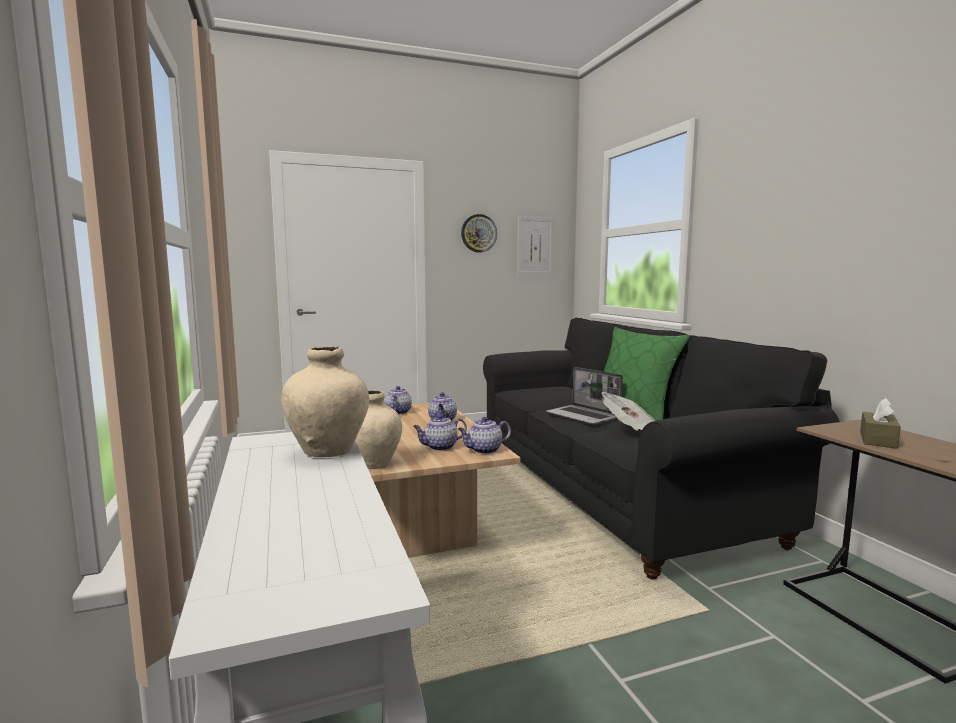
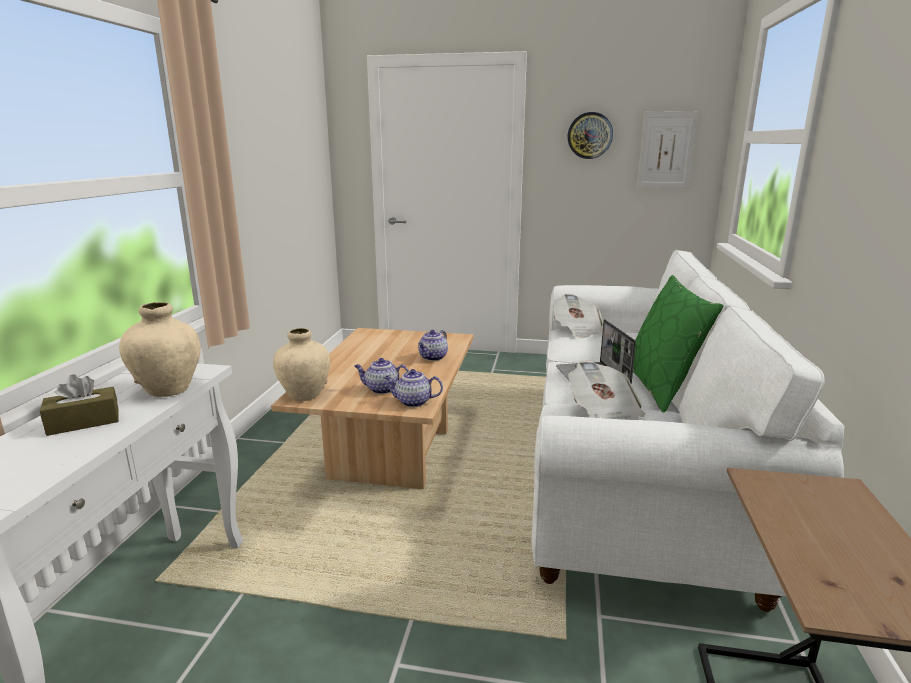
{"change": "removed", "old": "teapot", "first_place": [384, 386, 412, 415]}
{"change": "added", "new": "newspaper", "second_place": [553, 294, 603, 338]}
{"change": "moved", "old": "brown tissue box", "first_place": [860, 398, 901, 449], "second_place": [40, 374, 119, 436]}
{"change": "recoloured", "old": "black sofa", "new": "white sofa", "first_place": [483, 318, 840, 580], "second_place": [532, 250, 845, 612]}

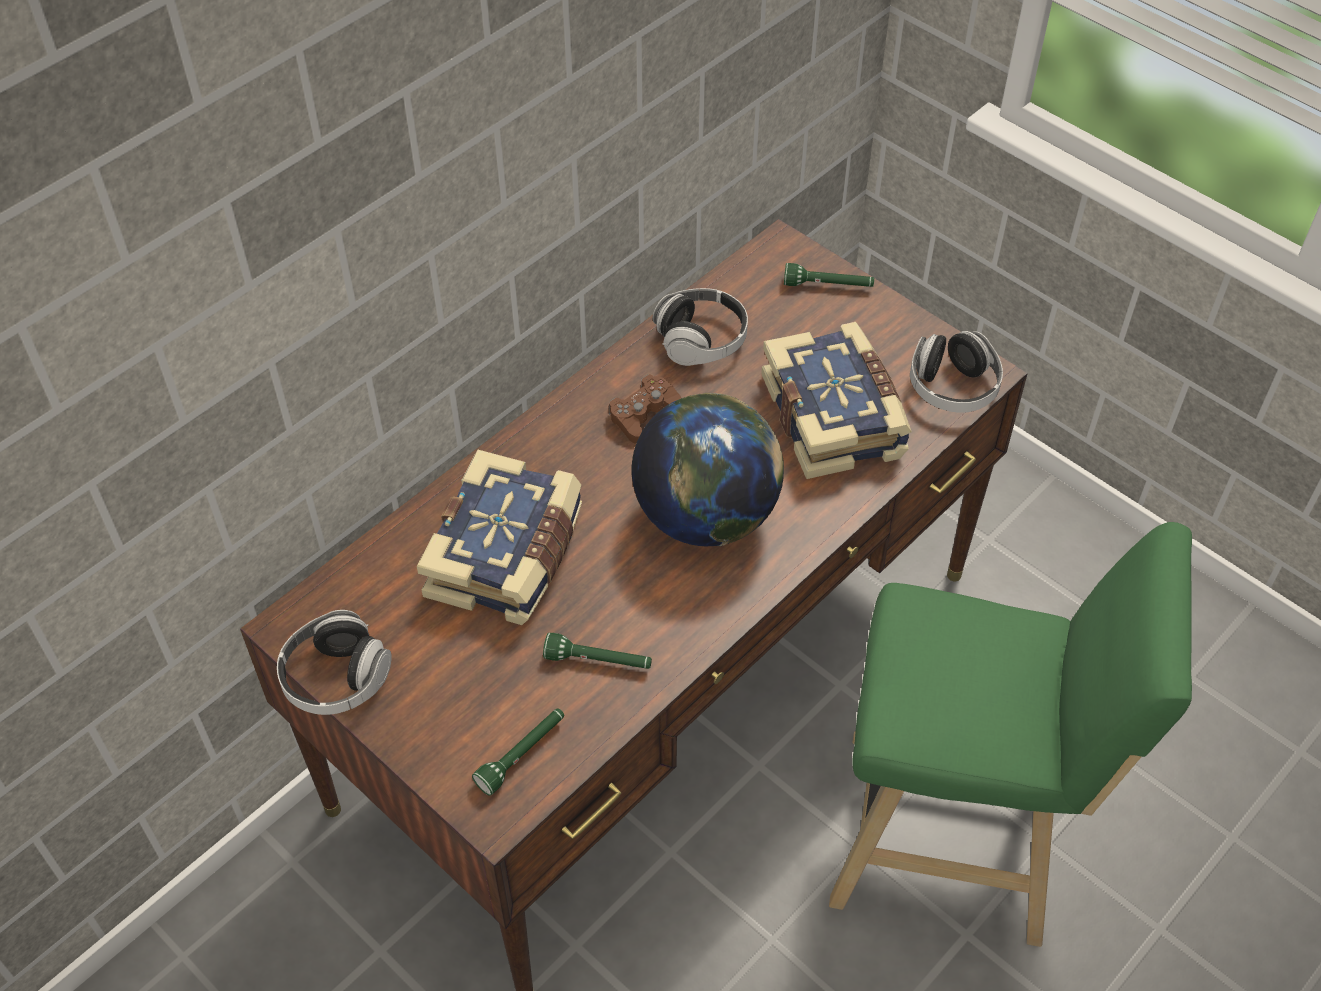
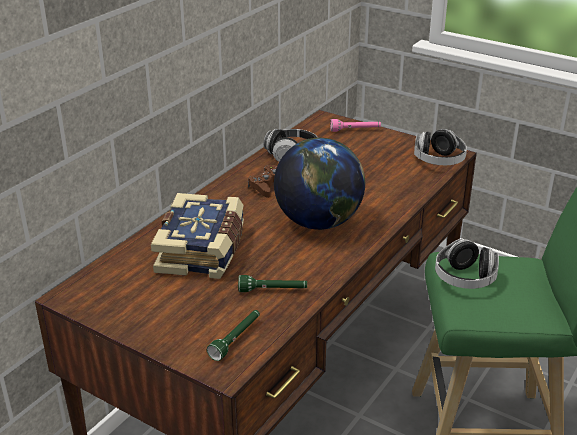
{"change": "removed", "old": "book", "first_place": [761, 322, 912, 479]}
{"change": "moved", "old": "headphones", "first_place": [277, 610, 392, 715], "second_place": [435, 239, 499, 289]}
{"change": "recoloured", "old": "green flashlight", "new": "pink flashlight", "first_place": [784, 263, 874, 287], "second_place": [330, 119, 381, 132]}

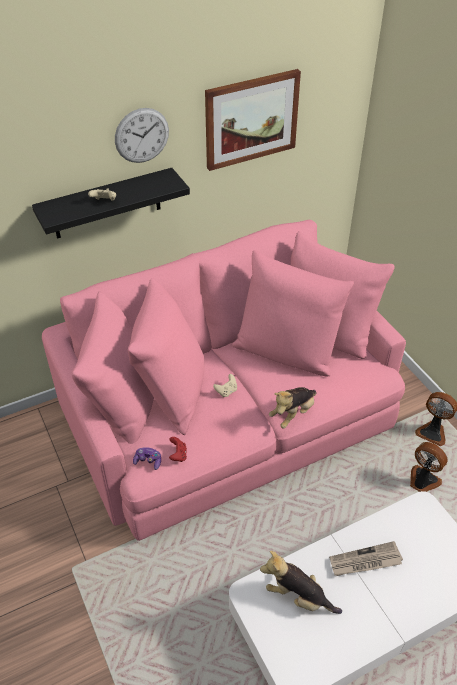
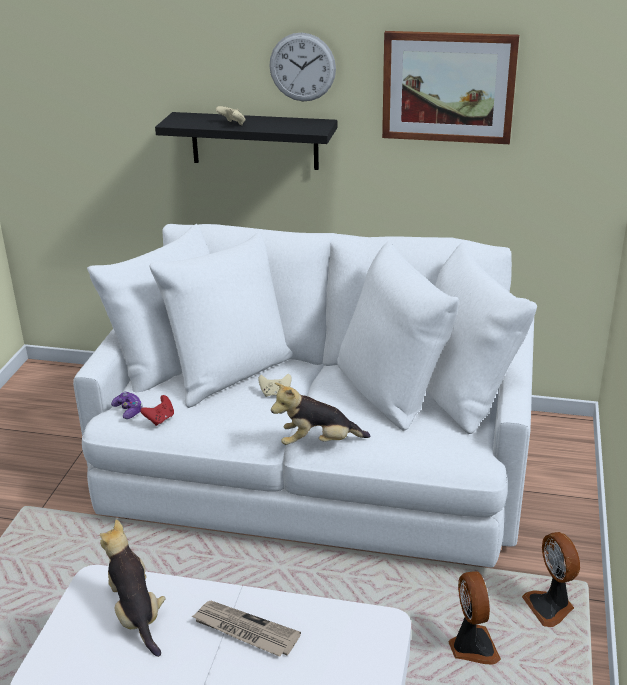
{"change": "recoloured", "old": "pink sofa", "new": "white sofa", "first_place": [42, 220, 406, 541], "second_place": [73, 223, 537, 568]}

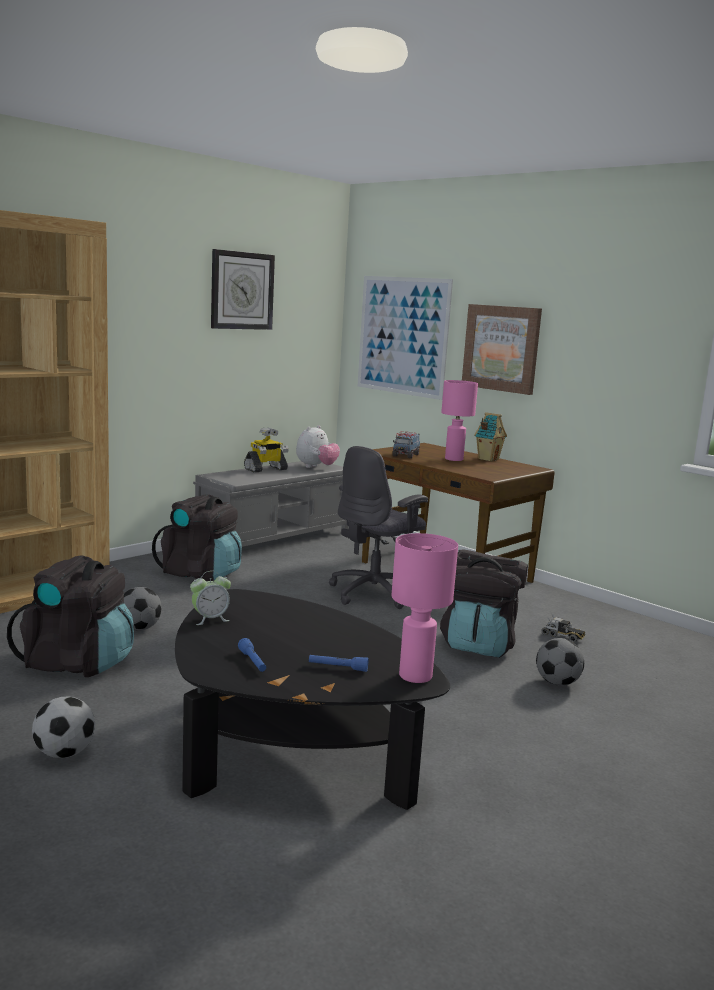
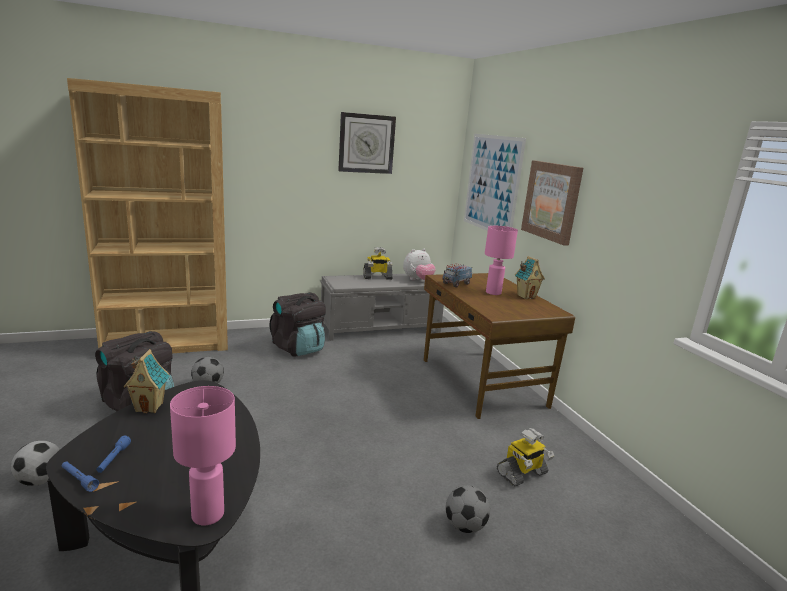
{"change": "removed", "old": "grey office chair", "first_place": [329, 446, 428, 609]}
{"change": "removed", "old": "black backpack", "first_place": [440, 549, 528, 658]}
{"change": "moved", "old": "blue flashlight", "first_place": [309, 655, 369, 672], "second_place": [62, 461, 99, 492]}
{"change": "replaced", "old": "alarm clock", "new": "toy house", "first_place": [190, 571, 231, 625], "second_place": [124, 349, 170, 413]}
{"change": "replaced", "old": "toy truck", "new": "toy robot", "first_place": [541, 614, 585, 642], "second_place": [497, 428, 554, 486]}

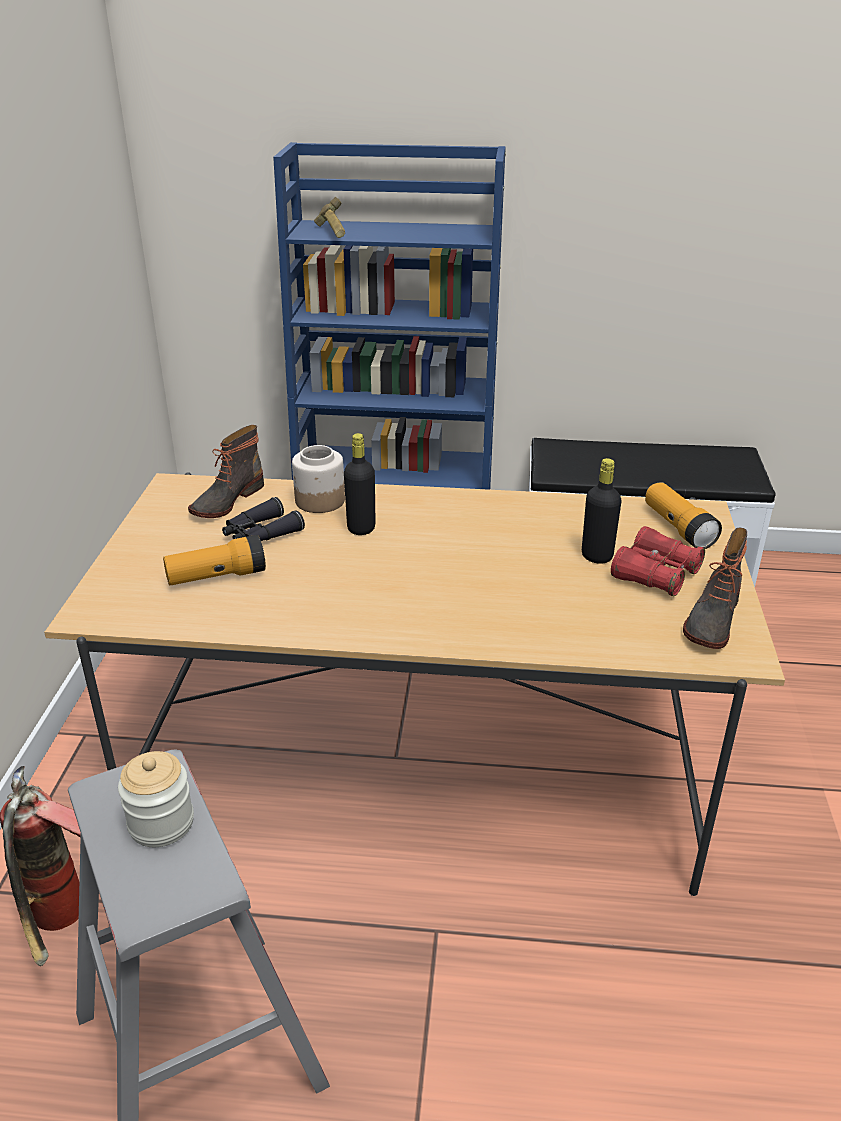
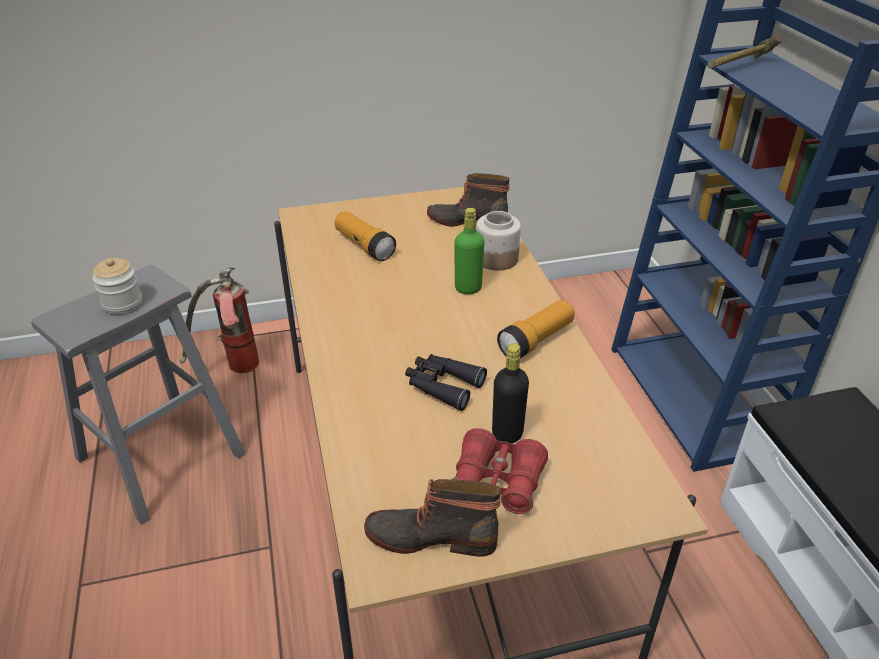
{"change": "moved", "old": "black binoculars", "first_place": [222, 497, 305, 541], "second_place": [405, 354, 487, 411]}
{"change": "moved", "old": "flashlight", "first_place": [645, 482, 722, 549], "second_place": [497, 300, 574, 358]}
{"change": "recoloured", "old": "black bottle", "new": "green bottle", "first_place": [344, 433, 375, 535], "second_place": [455, 208, 485, 294]}

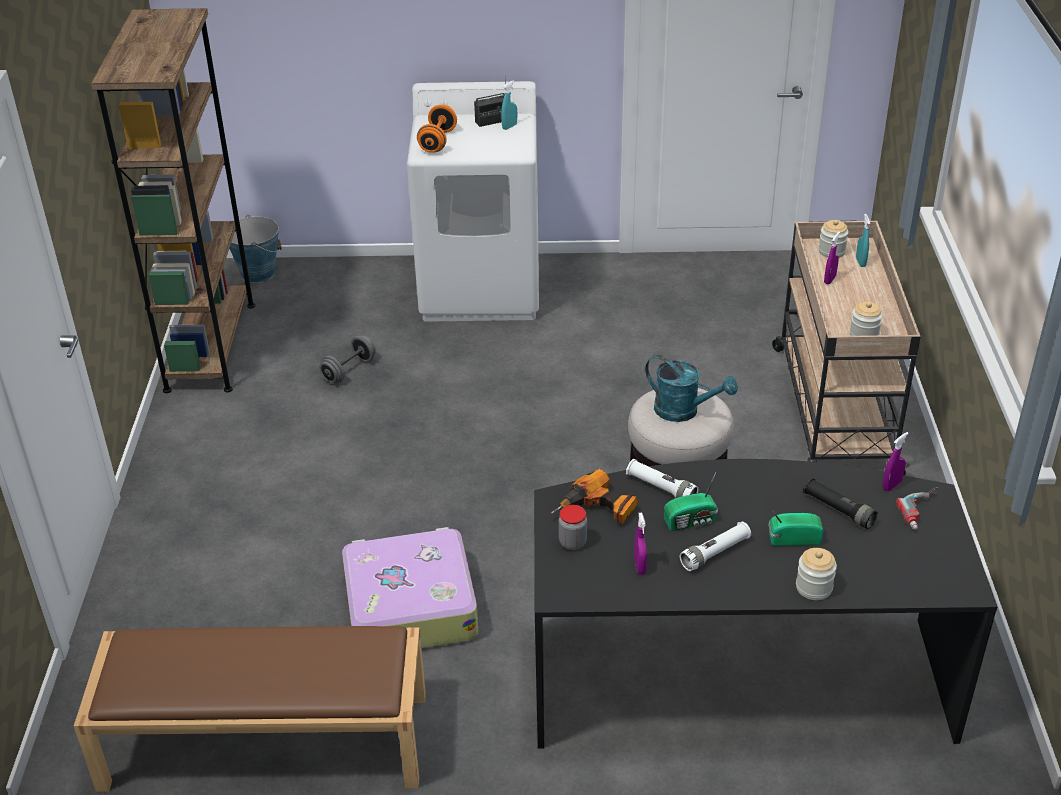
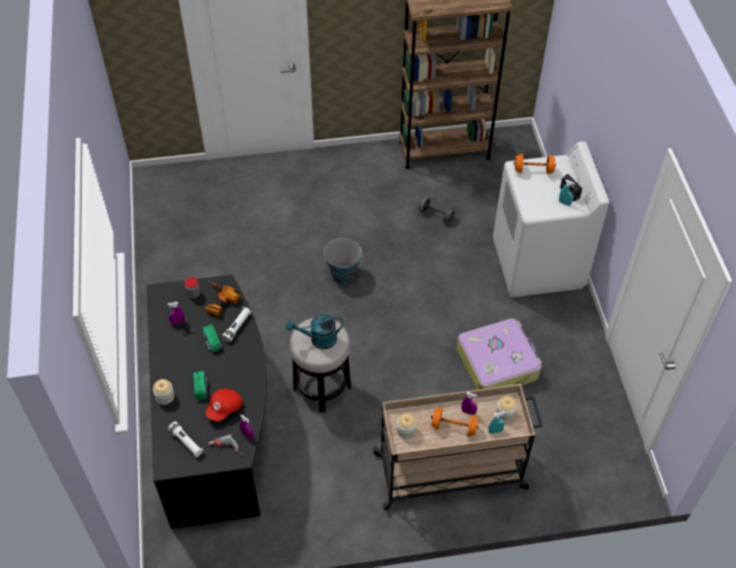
{"change": "removed", "old": "brown bench", "first_place": [74, 626, 426, 792]}
{"change": "added", "new": "orange dumbbell", "second_place": [431, 407, 479, 437]}
{"change": "moved", "old": "bucket", "first_place": [229, 215, 282, 283], "second_place": [324, 238, 363, 283]}
{"change": "moved", "old": "suitcase", "first_place": [342, 527, 478, 648], "second_place": [457, 318, 542, 390]}
{"change": "moved", "old": "white flashlight", "first_place": [680, 522, 751, 571], "second_place": [168, 422, 203, 457]}
{"change": "replaced", "old": "black flashlight", "new": "red cap", "first_place": [803, 478, 878, 529], "second_place": [206, 389, 243, 421]}
{"change": "turned", "old": "turquoise watering can", "first_place": [645, 355, 738, 422], "second_place": [286, 314, 343, 349], "degrees": 60}

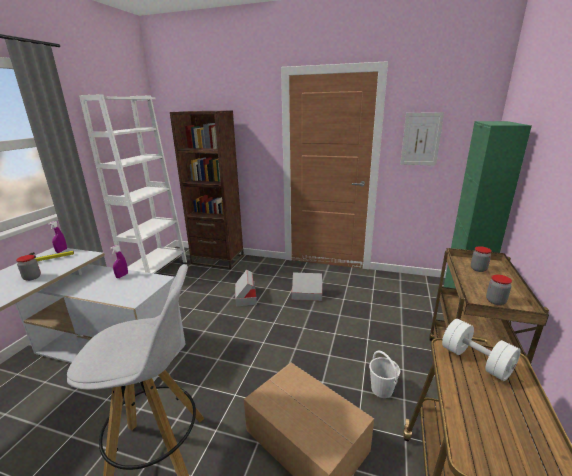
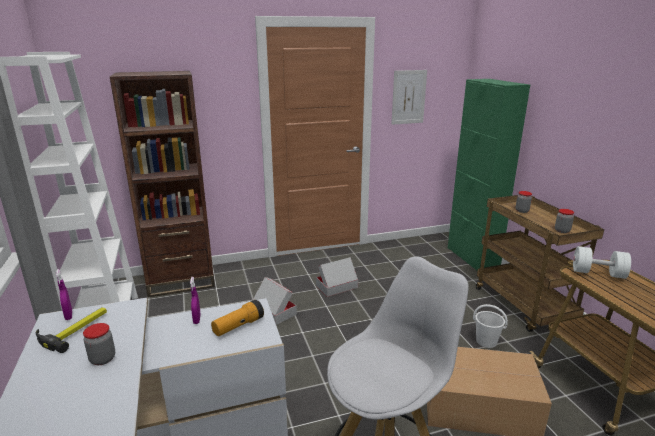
{"change": "added", "new": "flashlight", "second_place": [211, 300, 264, 336]}

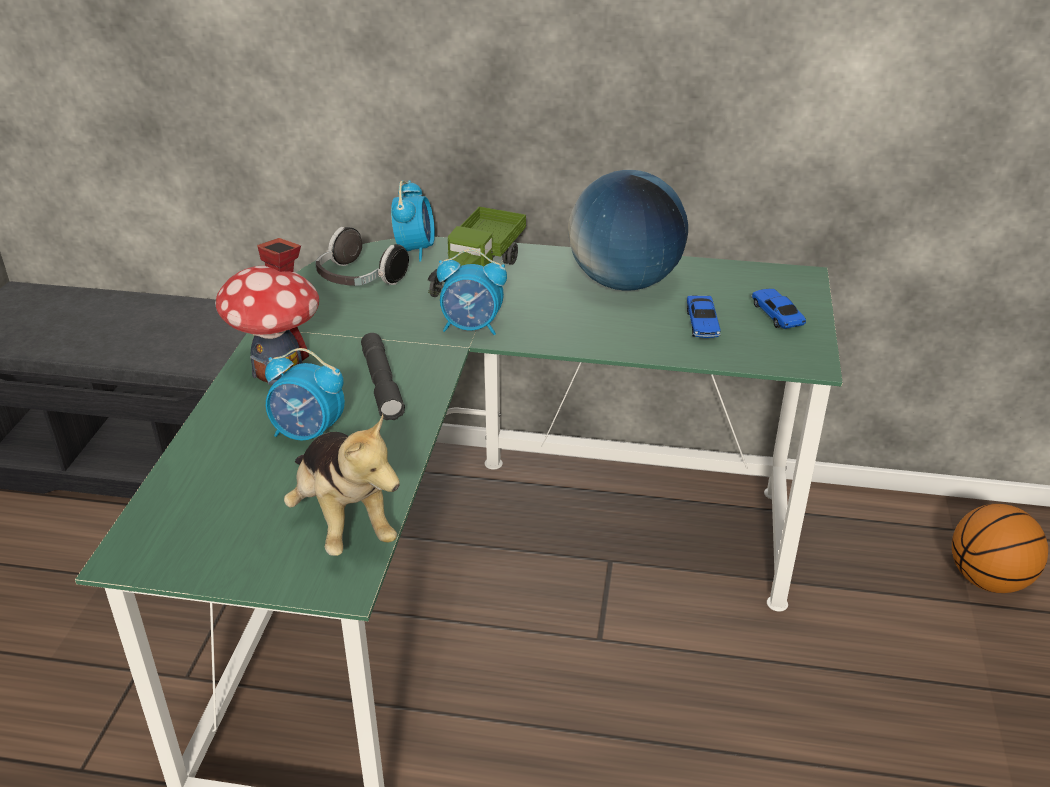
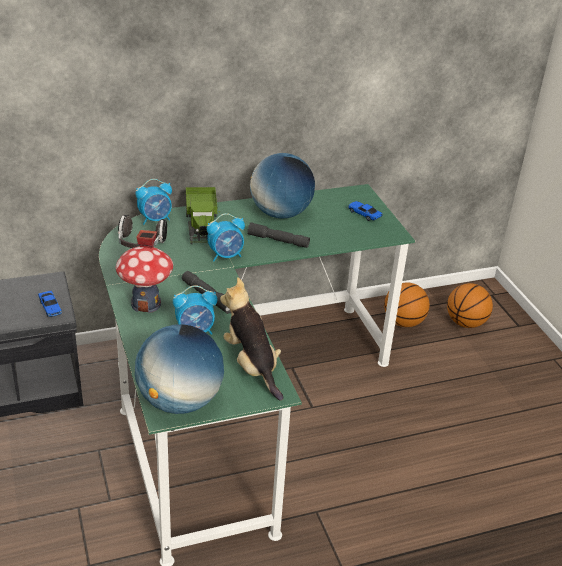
{"change": "added", "new": "globe", "second_place": [135, 324, 224, 414]}
{"change": "added", "new": "grey flashlight", "second_place": [247, 222, 310, 248]}
{"change": "added", "new": "basketball", "second_place": [384, 282, 430, 327]}
{"change": "moved", "old": "toy car", "first_place": [687, 296, 721, 338], "second_place": [38, 291, 62, 317]}
{"change": "turned", "old": "plush toy", "first_place": [284, 414, 400, 556], "second_place": [220, 277, 284, 401], "degrees": -150}
{"change": "turned", "old": "alarm clock", "first_place": [391, 180, 435, 262], "second_place": [135, 179, 172, 225], "degrees": 90}

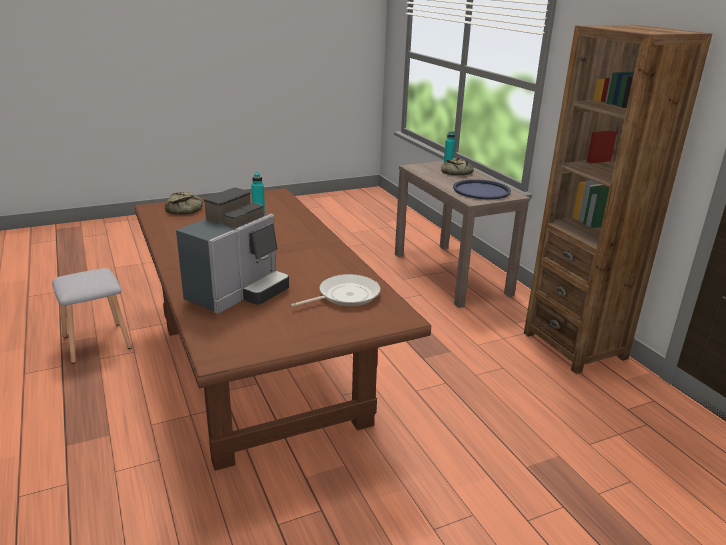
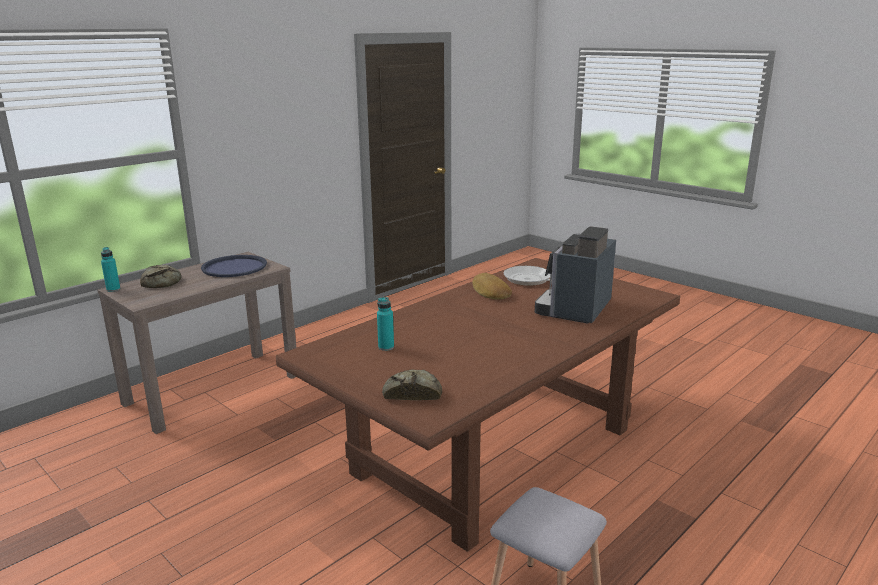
{"change": "removed", "old": "brown bookcase", "first_place": [524, 25, 712, 374]}
{"change": "added", "new": "bread", "second_place": [472, 273, 512, 299]}
{"change": "turned", "old": "coffee machine", "first_place": [176, 187, 289, 314], "second_place": [535, 226, 616, 324], "degrees": -75}

